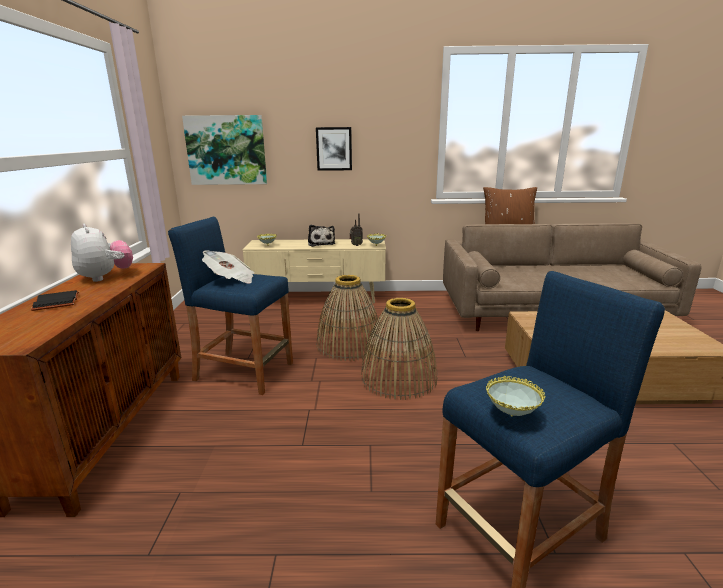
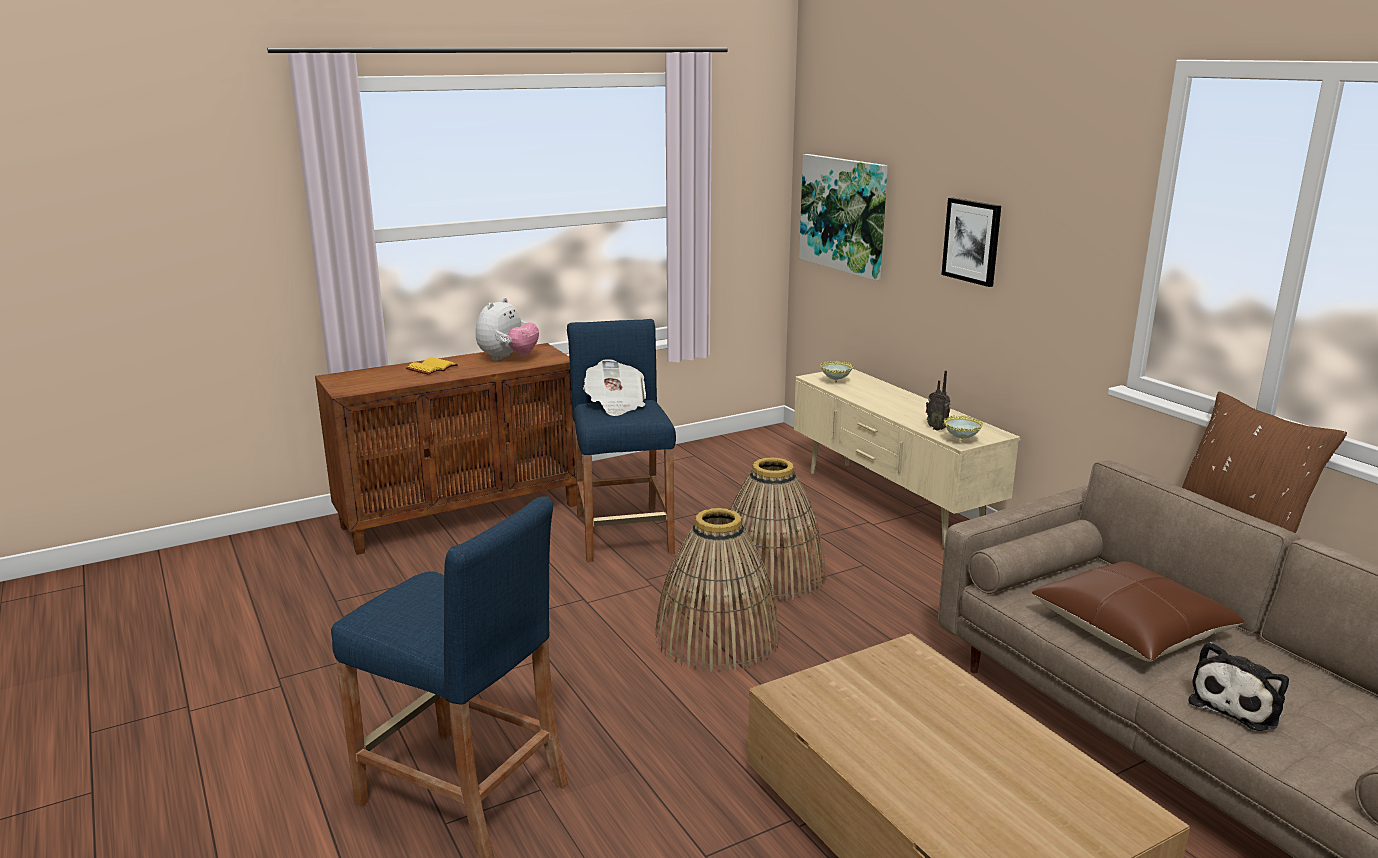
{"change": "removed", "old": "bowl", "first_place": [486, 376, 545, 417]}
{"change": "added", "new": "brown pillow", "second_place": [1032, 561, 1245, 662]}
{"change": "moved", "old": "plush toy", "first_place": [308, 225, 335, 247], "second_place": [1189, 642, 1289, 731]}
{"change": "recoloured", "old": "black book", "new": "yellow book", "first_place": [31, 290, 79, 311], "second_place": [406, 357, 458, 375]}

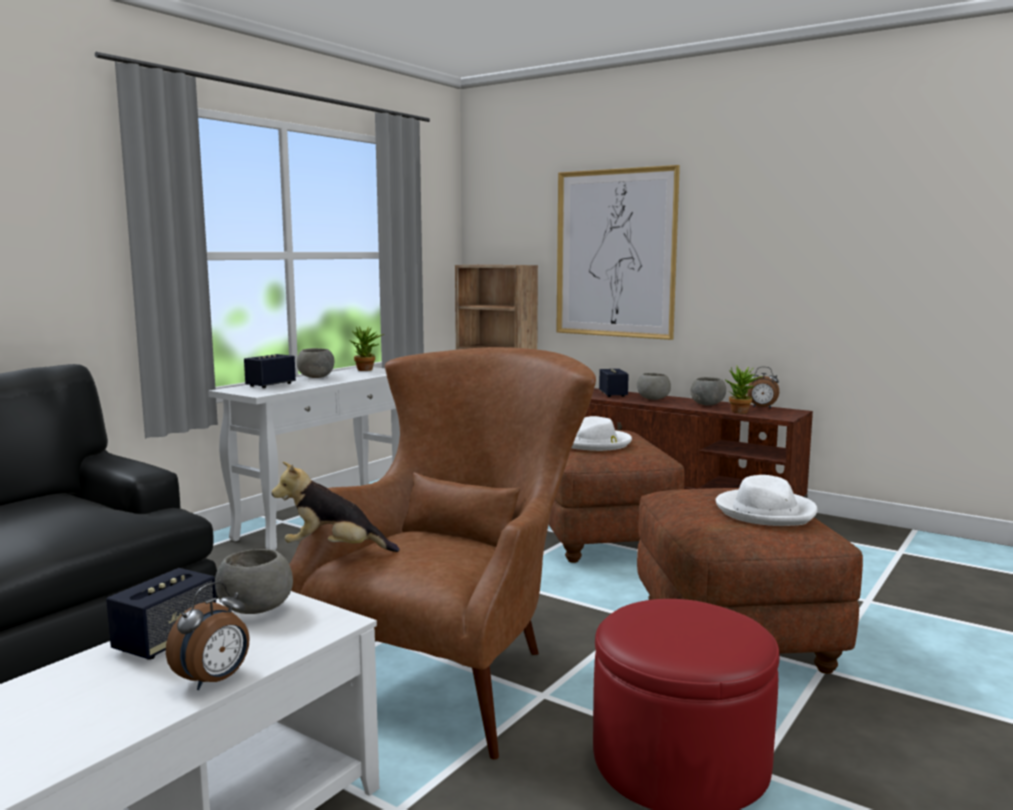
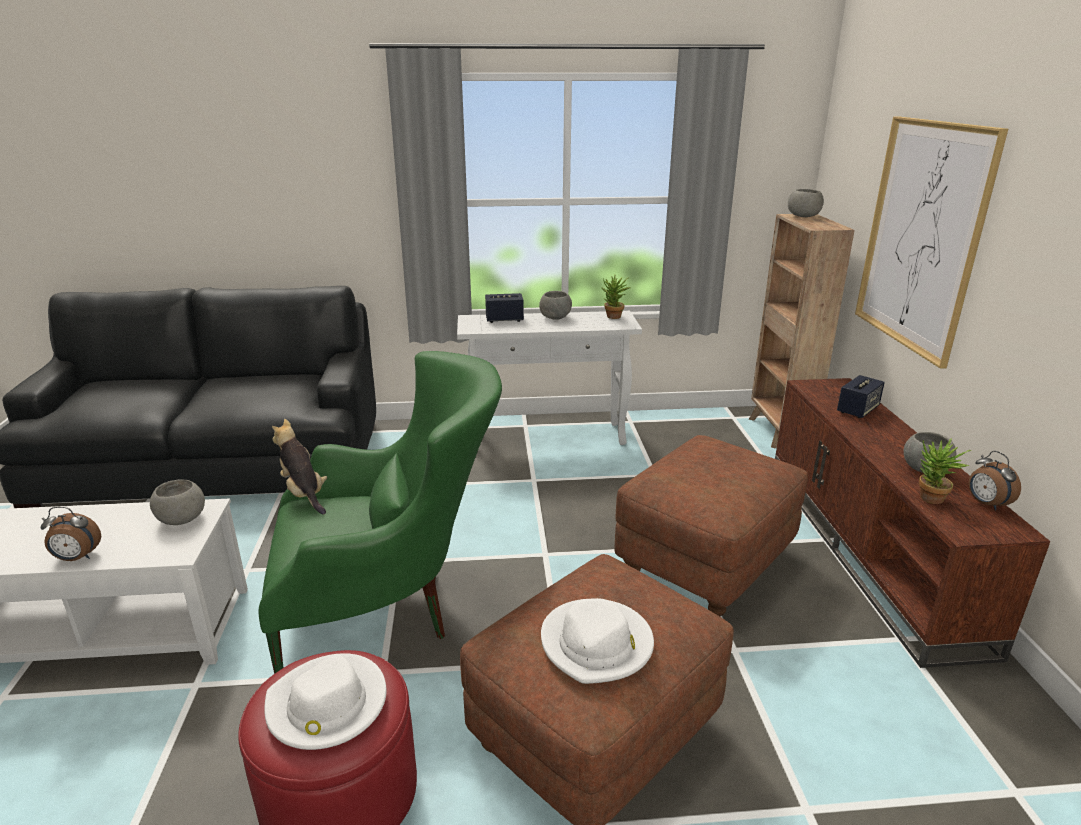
{"change": "removed", "old": "speaker", "first_place": [106, 568, 216, 660]}
{"change": "moved", "old": "white hat", "first_place": [572, 416, 632, 451], "second_place": [264, 653, 386, 750]}
{"change": "moved", "old": "grey bowl", "first_place": [637, 373, 671, 400], "second_place": [788, 189, 824, 217]}
{"change": "recoloured", "old": "brown armchair", "new": "green armchair", "first_place": [289, 347, 596, 759], "second_place": [259, 351, 502, 674]}

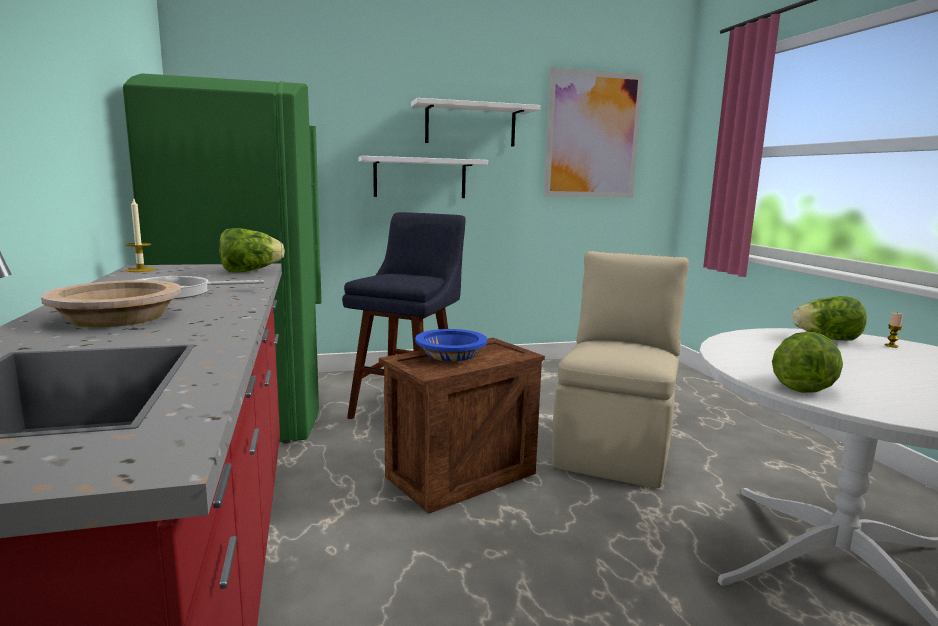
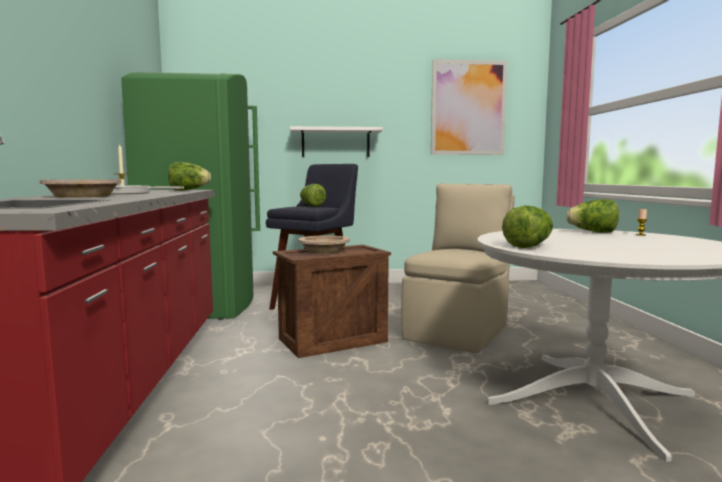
{"change": "removed", "old": "white shelf", "first_place": [411, 98, 540, 147]}
{"change": "added", "new": "lettuce", "second_place": [300, 184, 326, 206]}
{"change": "recoloured", "old": "blue bowl", "new": "beige bowl", "first_place": [415, 329, 487, 361], "second_place": [298, 236, 350, 253]}

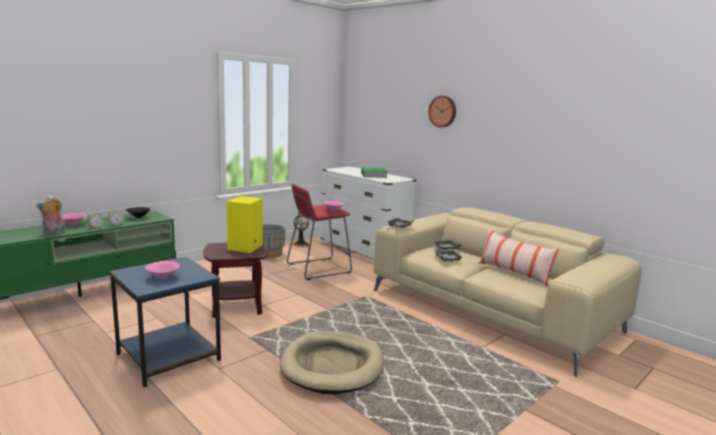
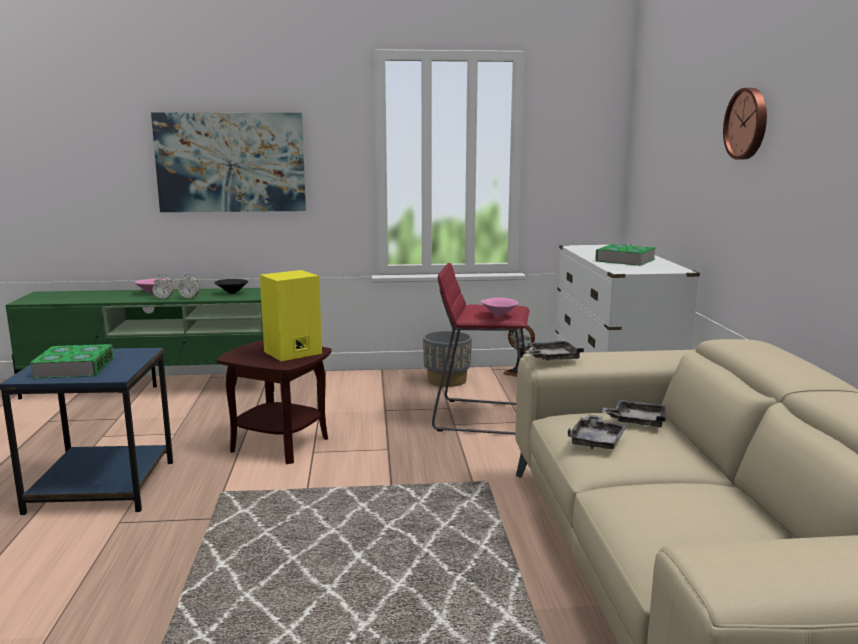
{"change": "removed", "old": "plush toy", "first_place": [36, 195, 66, 234]}
{"change": "removed", "old": "beige dog bed", "first_place": [280, 331, 384, 394]}
{"change": "removed", "old": "pillow", "first_place": [478, 229, 559, 286]}
{"change": "added", "new": "picture", "second_place": [151, 112, 306, 212]}
{"change": "replaced", "old": "pink bowl", "new": "book", "first_place": [145, 261, 180, 279], "second_place": [29, 344, 114, 379]}

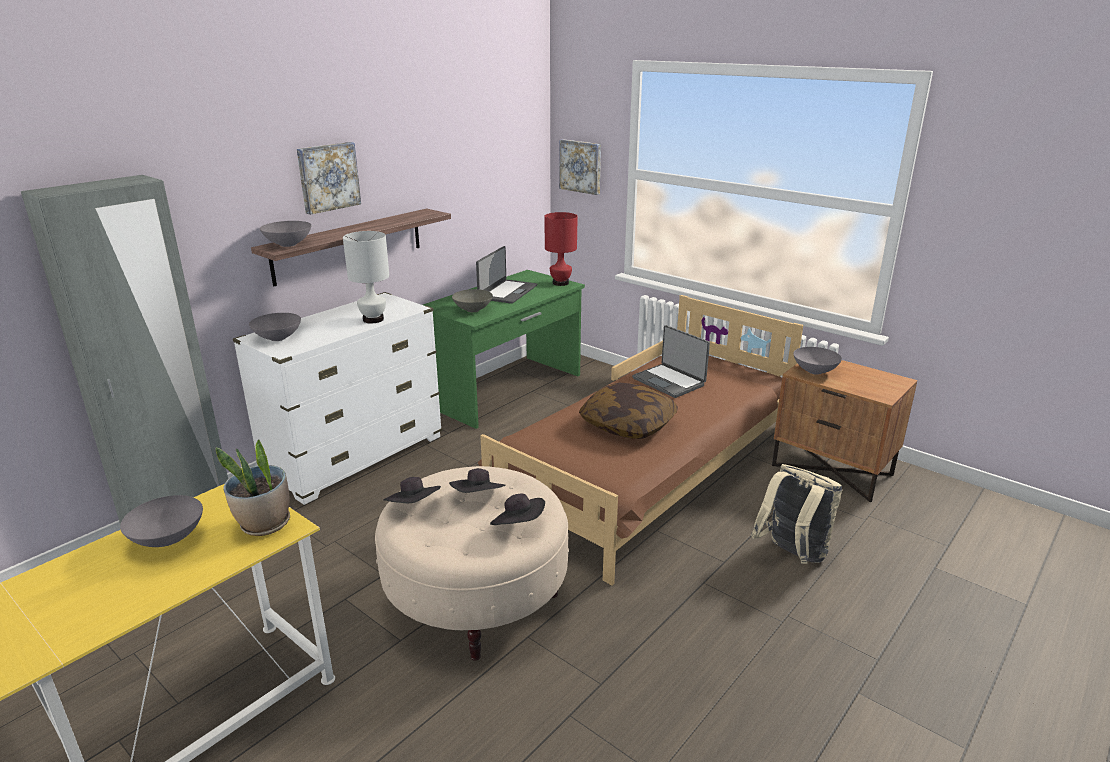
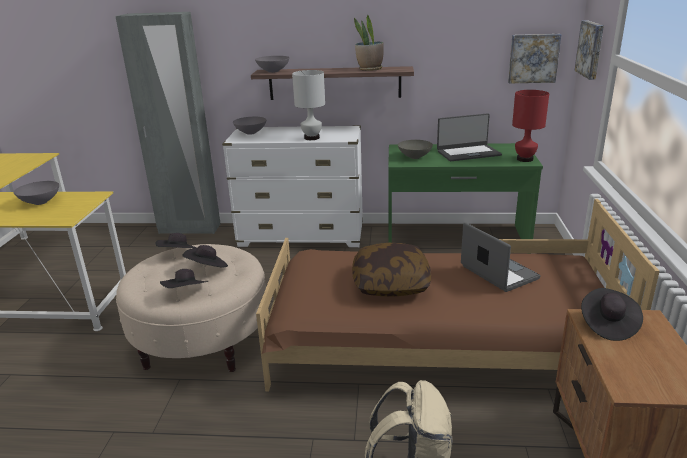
{"change": "moved", "old": "potted plant", "first_place": [215, 440, 290, 536], "second_place": [354, 15, 384, 71]}
{"change": "moved", "old": "picture", "first_place": [297, 142, 361, 215], "second_place": [508, 34, 562, 83]}
{"change": "replaced", "old": "grey bowl", "new": "black hat", "first_place": [793, 347, 842, 375], "second_place": [581, 288, 643, 341]}
{"change": "turned", "old": "laptop", "first_place": [632, 325, 710, 398], "second_place": [461, 222, 540, 292], "degrees": 135}

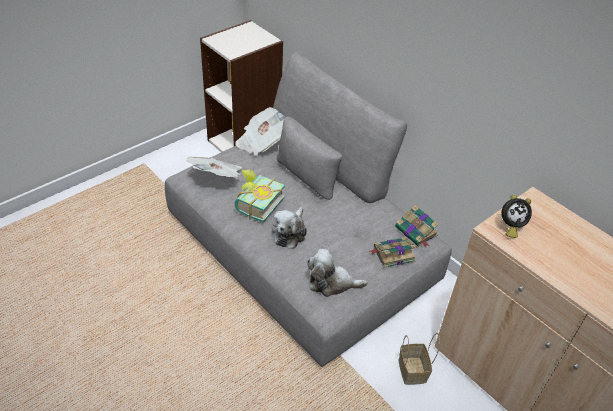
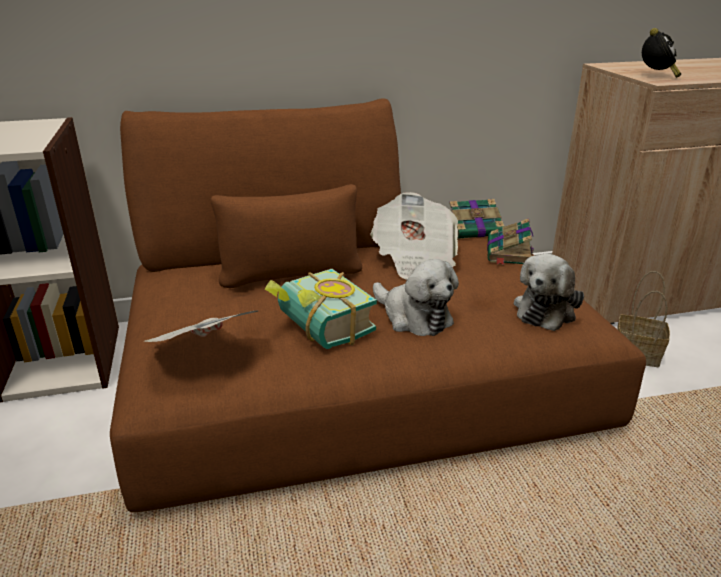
{"change": "moved", "old": "newspaper", "first_place": [235, 107, 285, 156], "second_place": [370, 192, 458, 280]}
{"change": "recoloured", "old": "grey sofa", "new": "brown sofa", "first_place": [165, 52, 452, 367], "second_place": [110, 98, 646, 512]}

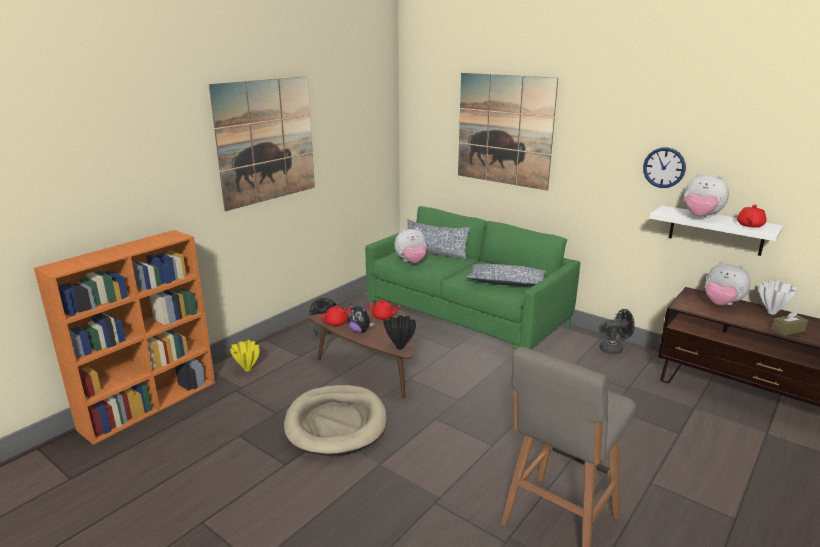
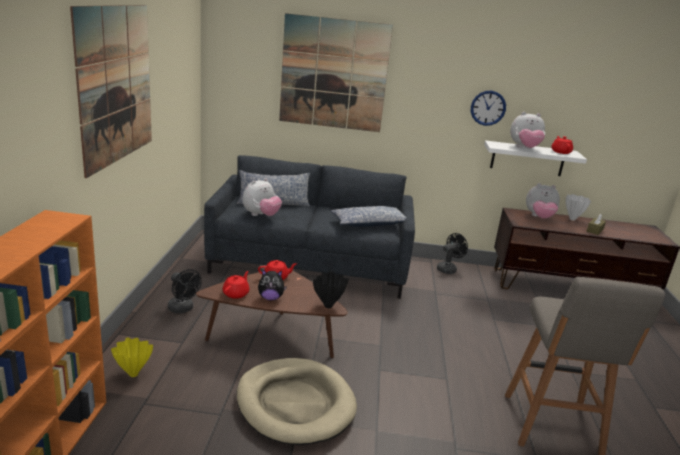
{"change": "recoloured", "old": "green sofa", "new": "grey sofa", "first_place": [365, 206, 580, 349], "second_place": [204, 155, 415, 298]}

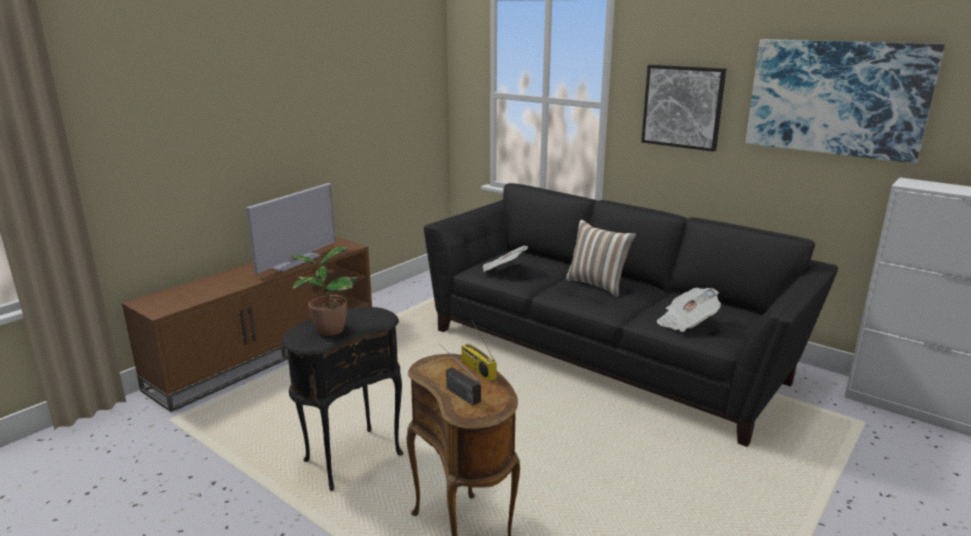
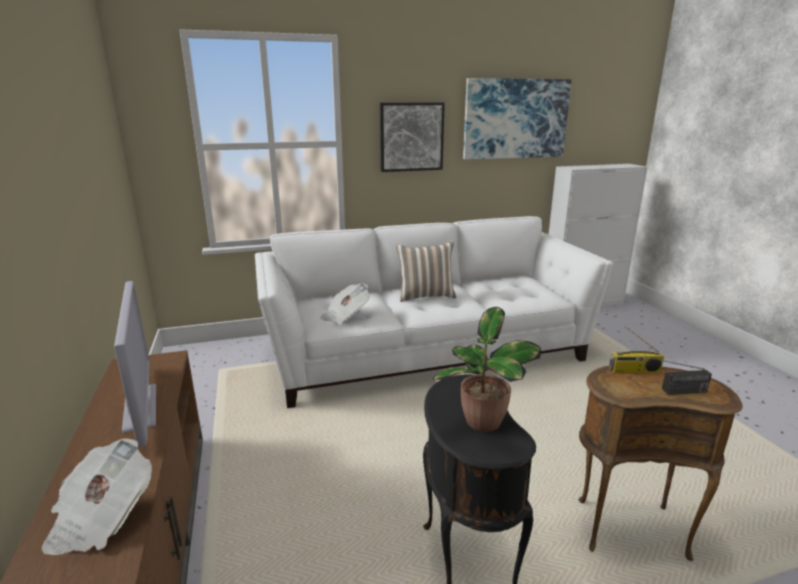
{"change": "moved", "old": "newspaper", "first_place": [657, 288, 721, 332], "second_place": [42, 438, 152, 555]}
{"change": "recoloured", "old": "black sofa", "new": "white sofa", "first_place": [424, 183, 839, 447], "second_place": [255, 216, 613, 408]}

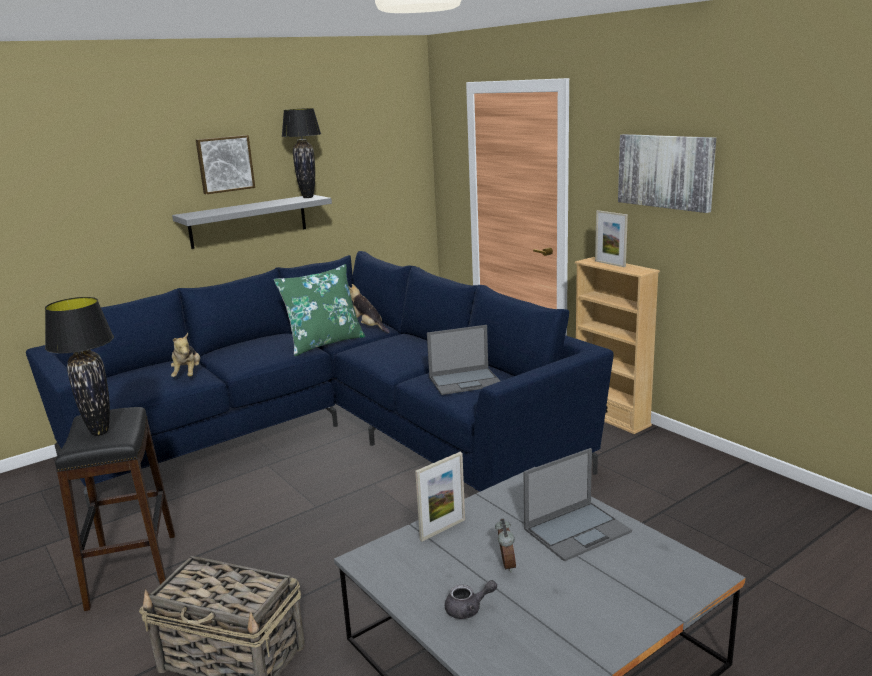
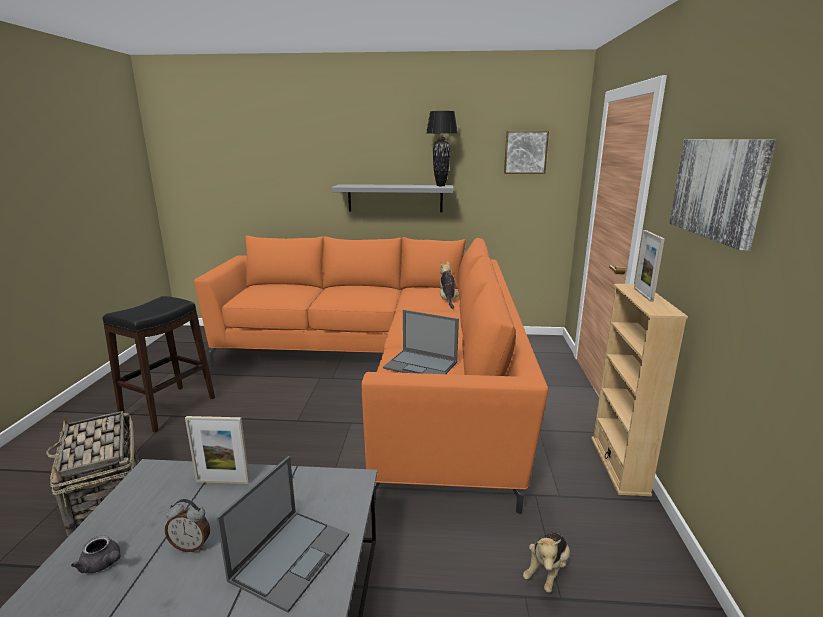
{"change": "removed", "old": "black table lamp", "first_place": [45, 297, 114, 436]}
{"change": "removed", "old": "green pillow", "first_place": [274, 264, 365, 356]}
{"change": "moved", "old": "plush toy", "first_place": [171, 333, 200, 377], "second_place": [523, 532, 570, 593]}
{"change": "moved", "old": "picture", "first_place": [196, 135, 255, 194], "second_place": [504, 131, 549, 174]}
{"change": "recoloured", "old": "blue sofa", "new": "orange sofa", "first_place": [26, 251, 613, 509], "second_place": [194, 235, 548, 514]}
{"change": "turned", "old": "alarm clock", "first_place": [495, 518, 516, 573], "second_place": [165, 499, 210, 552], "degrees": 60}
{"change": "turned", "old": "laptop", "first_place": [524, 448, 632, 562], "second_place": [216, 456, 349, 613], "degrees": -75}

